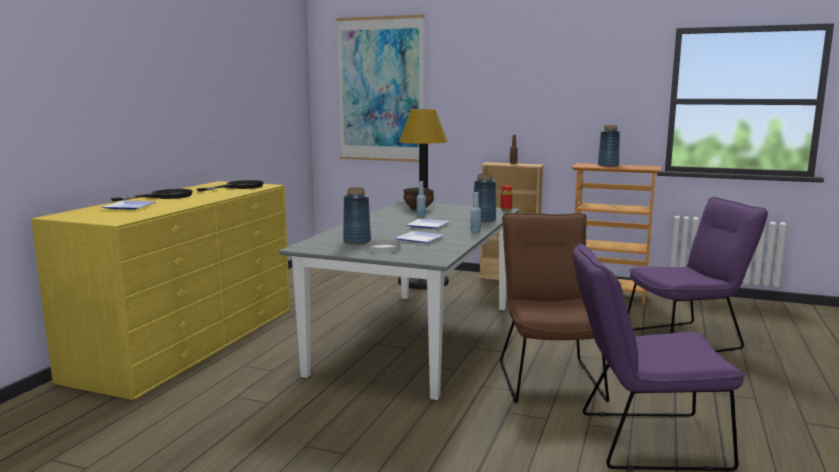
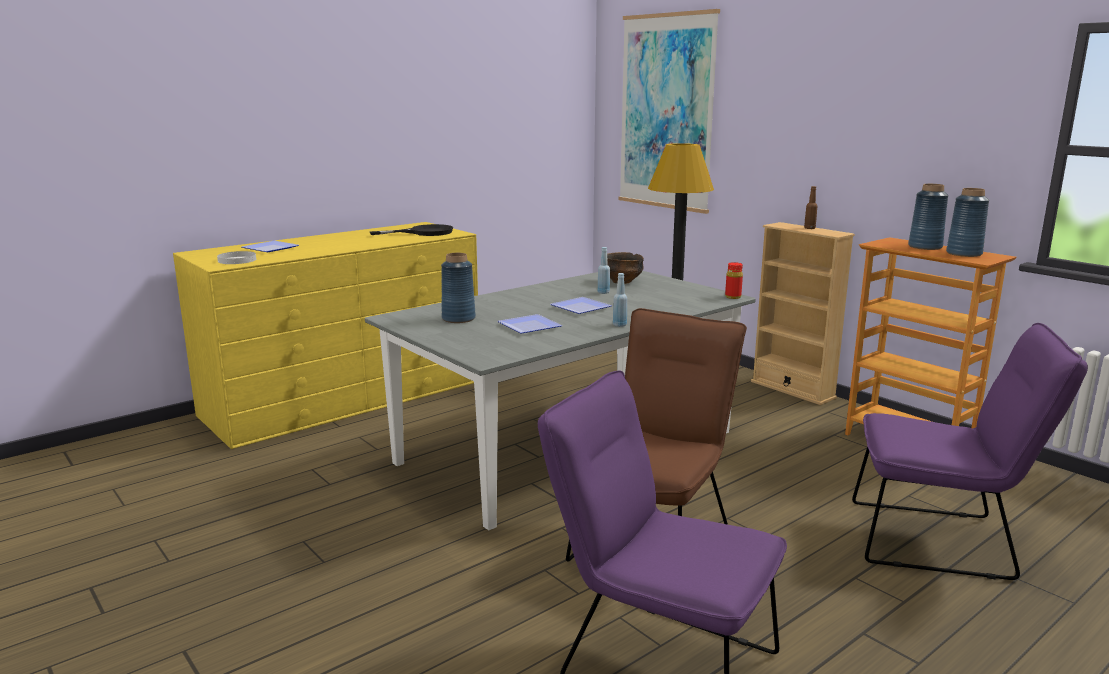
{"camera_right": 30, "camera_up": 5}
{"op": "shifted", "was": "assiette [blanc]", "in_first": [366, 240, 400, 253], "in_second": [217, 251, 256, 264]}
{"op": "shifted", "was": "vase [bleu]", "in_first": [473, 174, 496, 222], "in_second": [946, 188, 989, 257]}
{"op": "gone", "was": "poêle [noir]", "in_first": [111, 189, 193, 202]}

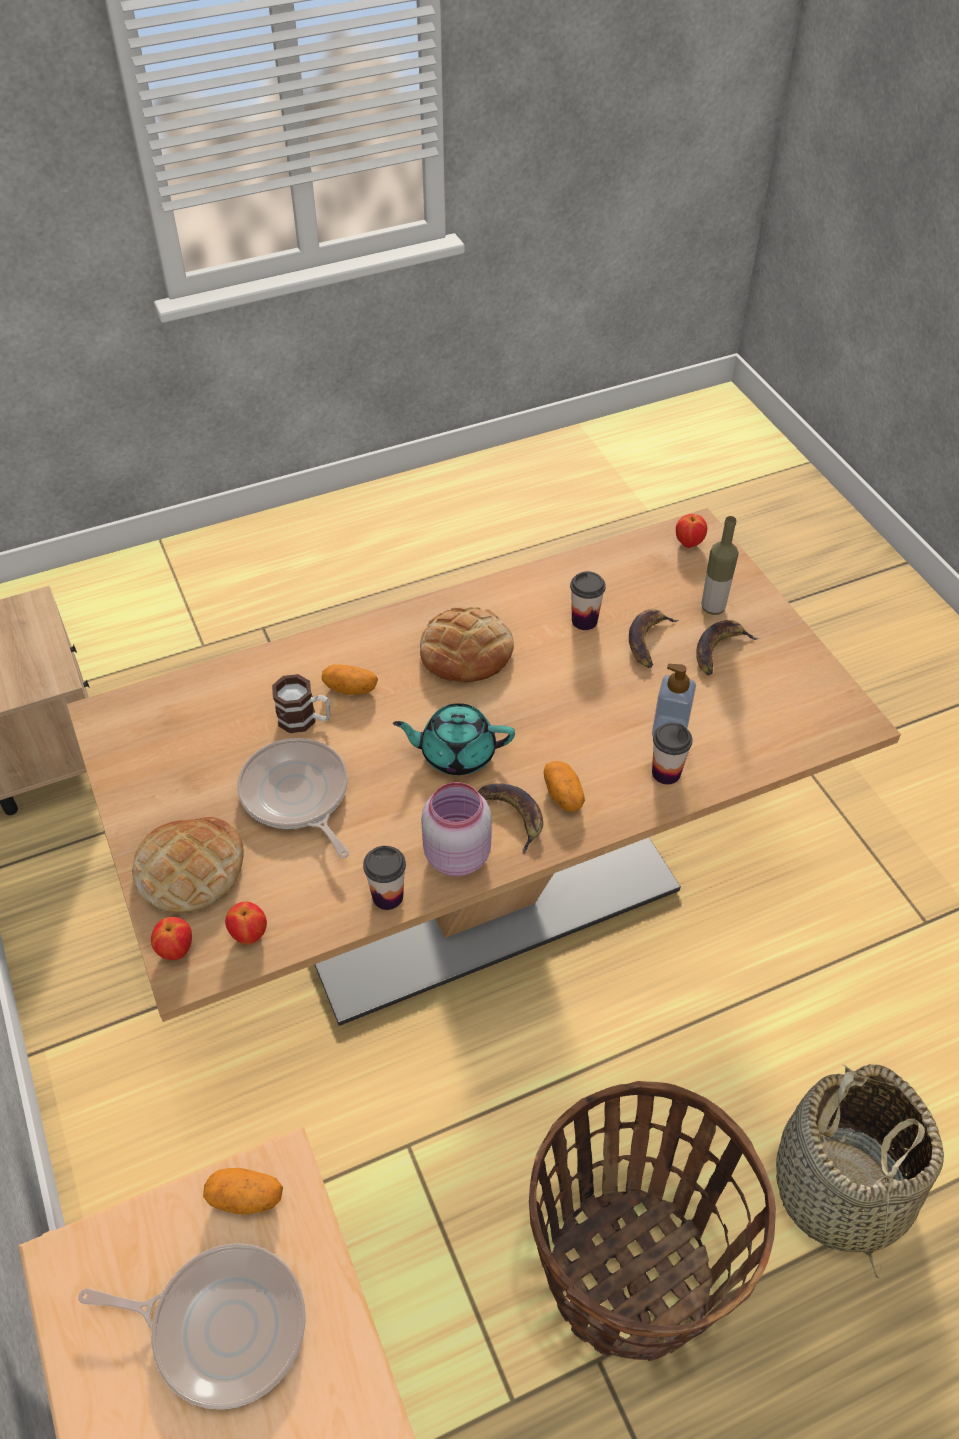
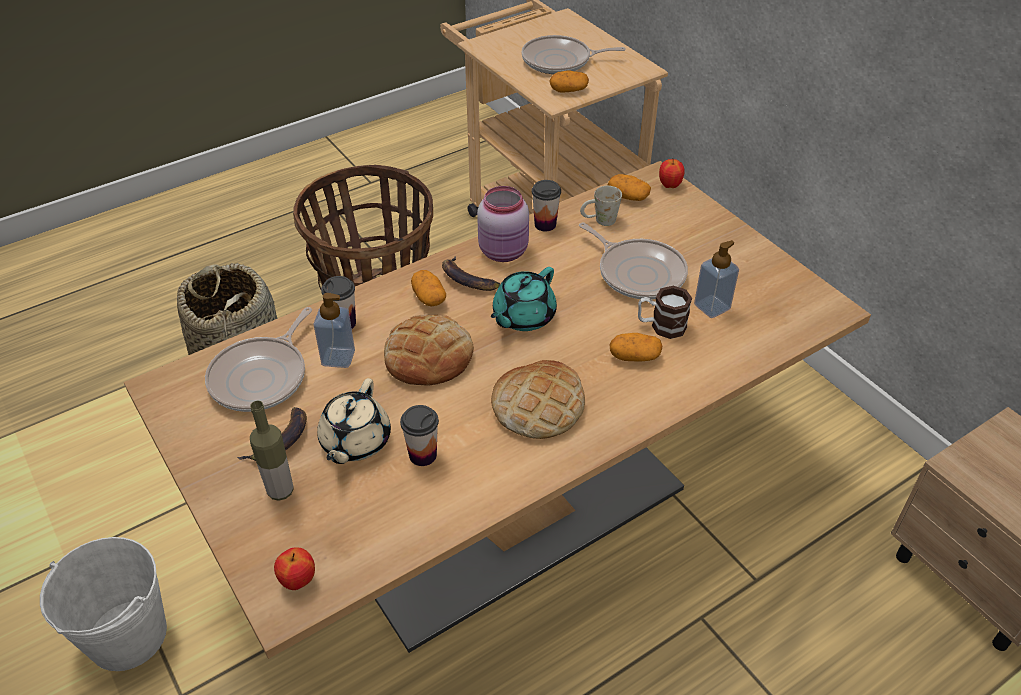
{"camera_right": 170, "camera_up": -5}
{"op": "new", "now": "seau [blanc]", "in_second": [40, 537, 167, 671]}
{"op": "new", "now": "poêle", "in_second": [205, 307, 312, 412]}
{"op": "swapped", "was": "banane", "now": "théière [beige]", "in_first": [629, 609, 678, 668], "in_second": [317, 378, 391, 464]}
{"op": "shifted", "was": "pain", "in_first": [132, 817, 244, 913], "in_second": [384, 314, 474, 386]}
{"op": "rotated", "was": "théière [turquoise]", "in_first": [393, 703, 515, 775], "in_second": [491, 267, 557, 331], "clockwise": 135}
{"op": "new", "now": "mug [blanc]", "in_second": [580, 186, 622, 226]}
{"op": "swapped", "was": "pomme", "now": "pomme de terre", "in_first": [225, 902, 267, 945], "in_second": [607, 174, 651, 201]}
{"op": "new", "now": "distributeur de savon", "in_second": [694, 240, 739, 318]}

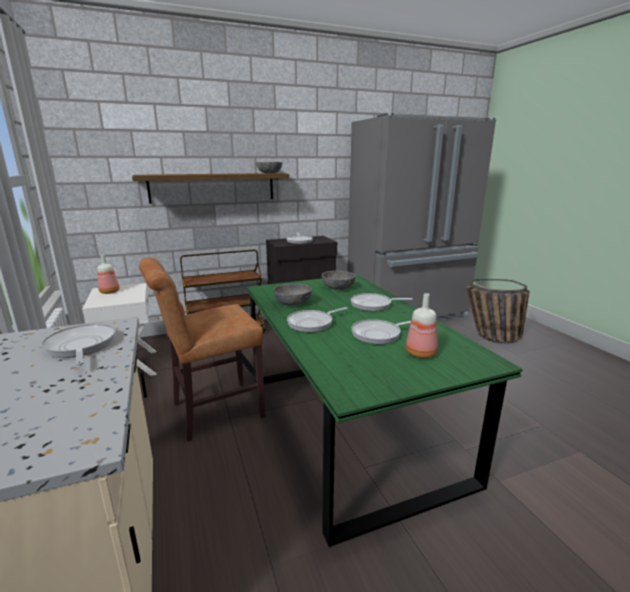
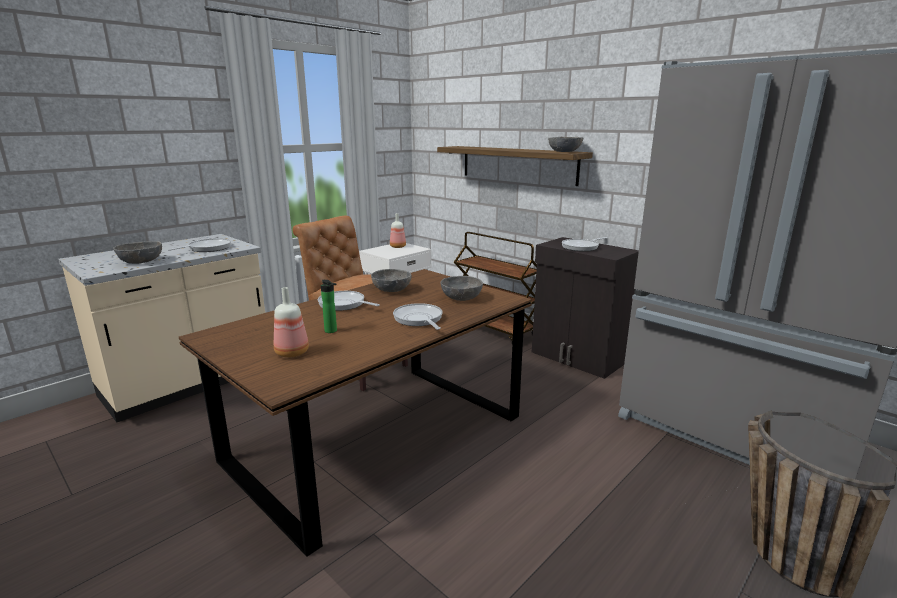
{"camera_right": 65, "camera_up": 0}
{"op": "new", "now": "bol [gris]", "in_second": [113, 241, 162, 264]}
{"op": "repainted", "was": "table à manger [vert]", "now": "table à manger [marron]", "in_first": [248, 274, 523, 547], "in_second": [179, 269, 532, 557]}
{"op": "swapped", "was": "poêle", "now": "bouteille", "in_first": [351, 319, 411, 344], "in_second": [321, 280, 337, 333]}

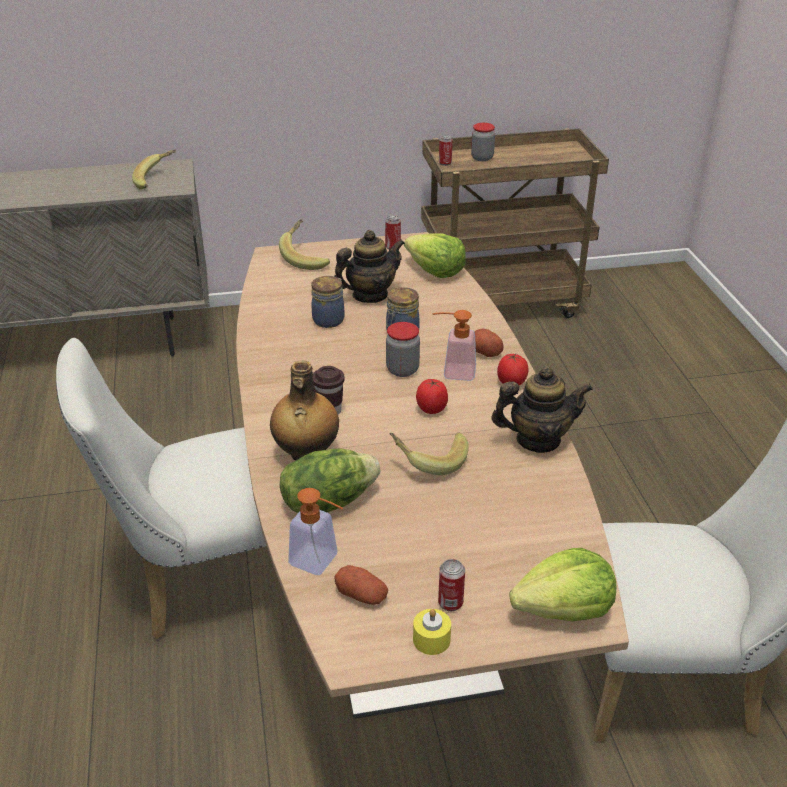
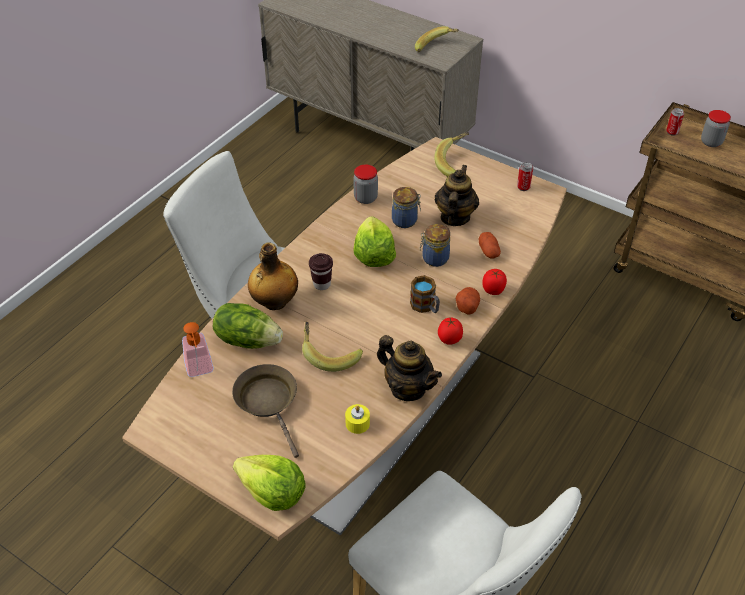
{"camera_right": 45, "camera_up": 10}
{"op": "new", "now": "poêle [marron]", "in_second": [232, 364, 299, 458]}
{"op": "shifted", "was": "bougie [jaune]", "in_first": [413, 609, 451, 655], "in_second": [345, 404, 370, 434]}
{"op": "shifted", "was": "bocal", "in_first": [386, 322, 420, 377], "in_second": [353, 164, 378, 204]}
{"op": "shifted", "was": "laitue", "in_first": [404, 233, 466, 278], "in_second": [353, 216, 396, 267]}
{"op": "swapped", "was": "distributeur de savon", "now": "mug", "in_first": [432, 310, 476, 381], "in_second": [410, 275, 440, 313]}
{"op": "rotated", "was": "théière", "in_first": [334, 230, 405, 303], "in_second": [435, 165, 479, 226], "clockwise": -90}
{"op": "shifted", "was": "pomme de terre", "in_first": [335, 565, 388, 605], "in_second": [479, 232, 501, 259]}
{"op": "shifted", "was": "tomate", "in_first": [416, 379, 448, 414], "in_second": [482, 269, 507, 295]}
{"op": "gone", "was": "boîte métallique", "in_first": [438, 559, 465, 611]}

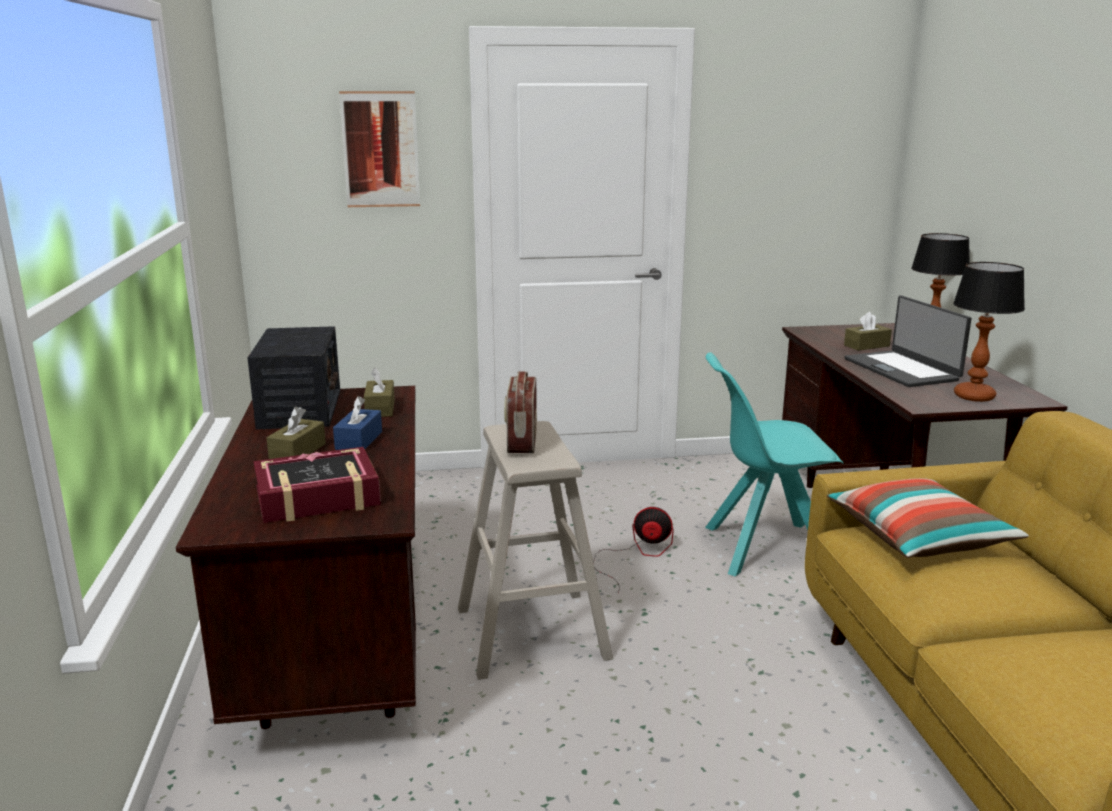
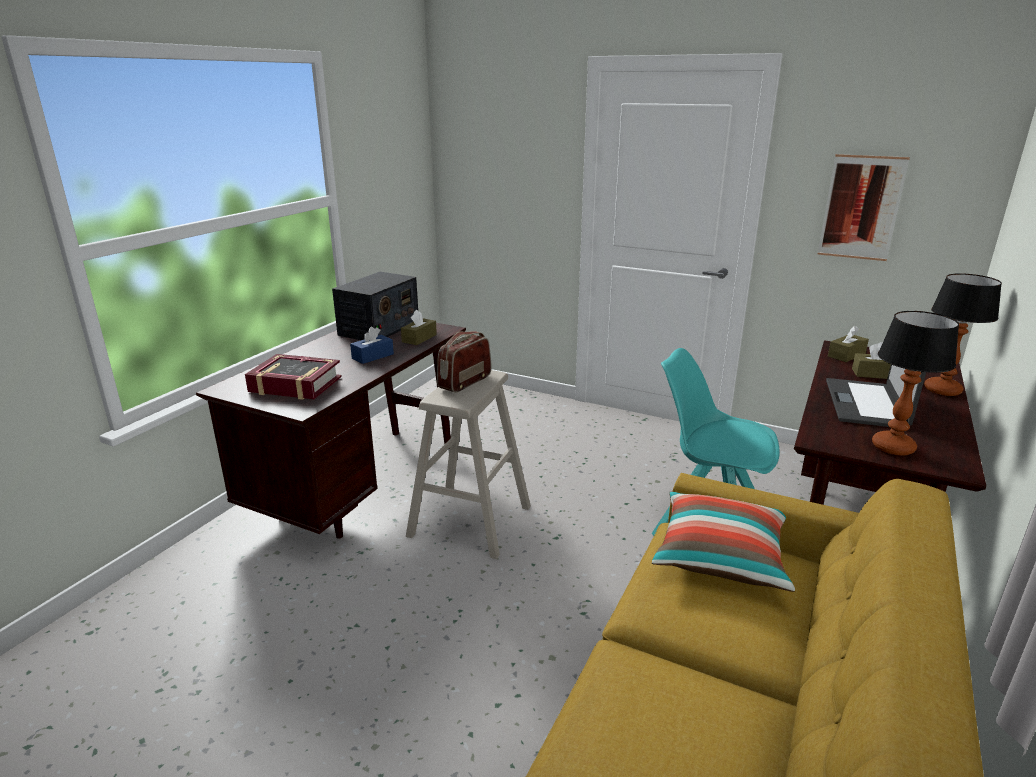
{"camera_right": 35, "camera_up": 5}
{"op": "shifted", "was": "tableau", "in_first": [339, 91, 420, 207], "in_second": [818, 154, 910, 261]}
{"op": "shifted", "was": "boîte à mouchoirs [marron]", "in_first": [266, 407, 326, 459], "in_second": [828, 326, 869, 362]}
{"op": "gone", "was": "ventilateur", "in_first": [593, 507, 674, 593]}

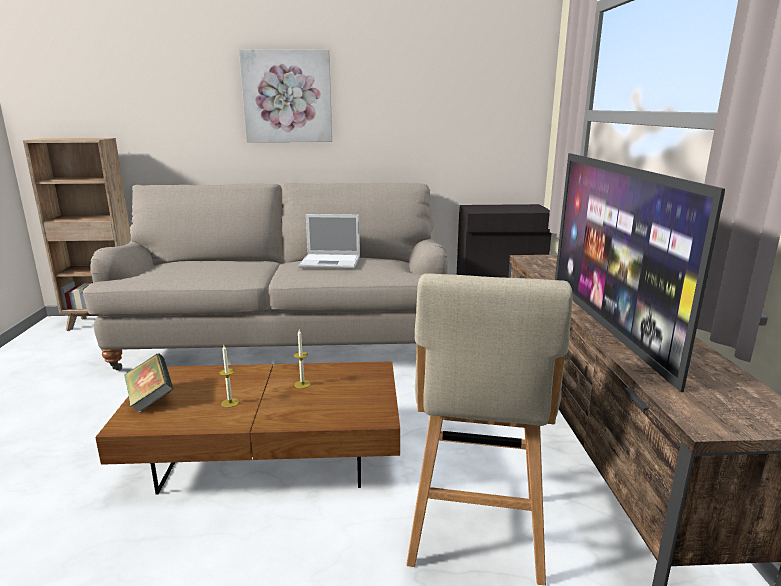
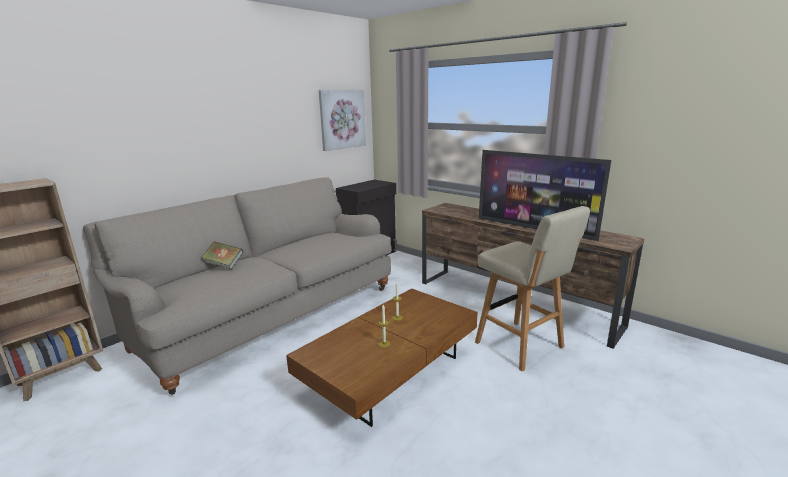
{"camera_right": -45, "camera_up": 0}
{"op": "shifted", "was": "livre", "in_first": [125, 353, 174, 413], "in_second": [201, 241, 243, 270]}
{"op": "shifted", "was": "tableau", "in_first": [239, 49, 332, 142], "in_second": [319, 90, 366, 151]}
{"op": "gone", "was": "ordinateur portable", "in_first": [298, 214, 360, 269]}

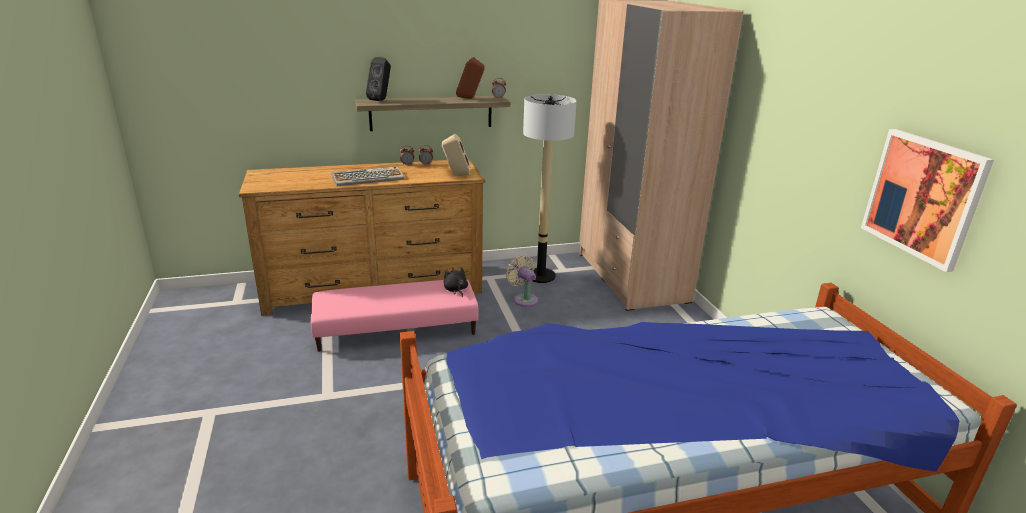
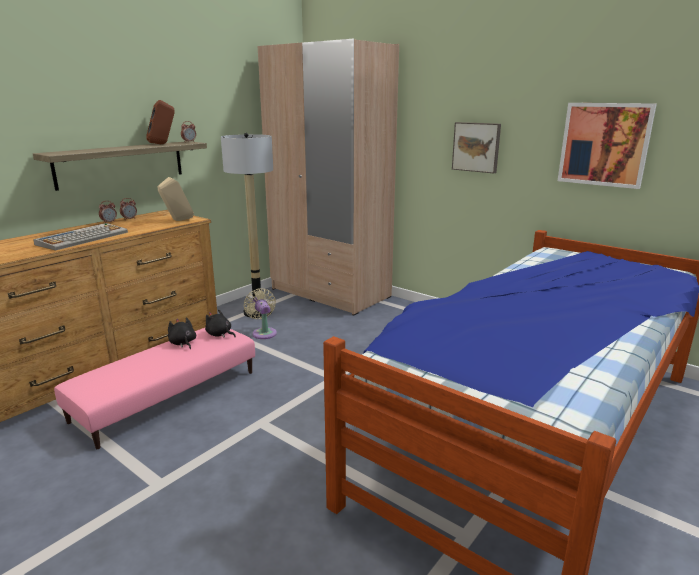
{"camera_right": -35, "camera_up": -5}
{"op": "new", "now": "peluche [noir]", "in_second": [168, 317, 196, 349]}
{"op": "rotated", "was": "ventilateur [beige]", "in_first": [506, 255, 538, 307], "in_second": [244, 288, 277, 339], "clockwise": 45}
{"op": "new", "now": "tableau", "in_second": [452, 122, 501, 173]}
{"op": "gone", "was": "enceinte [noir]", "in_first": [366, 57, 391, 101]}

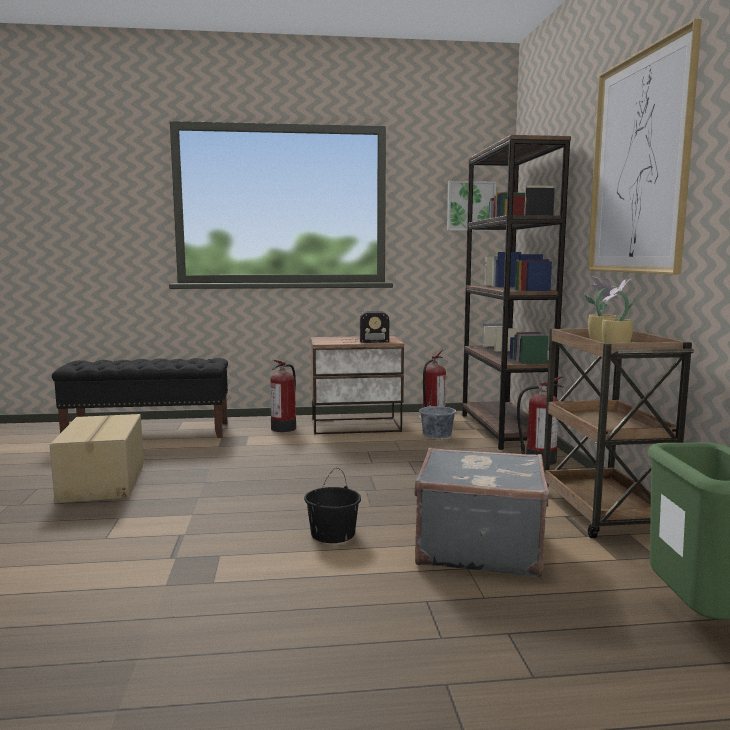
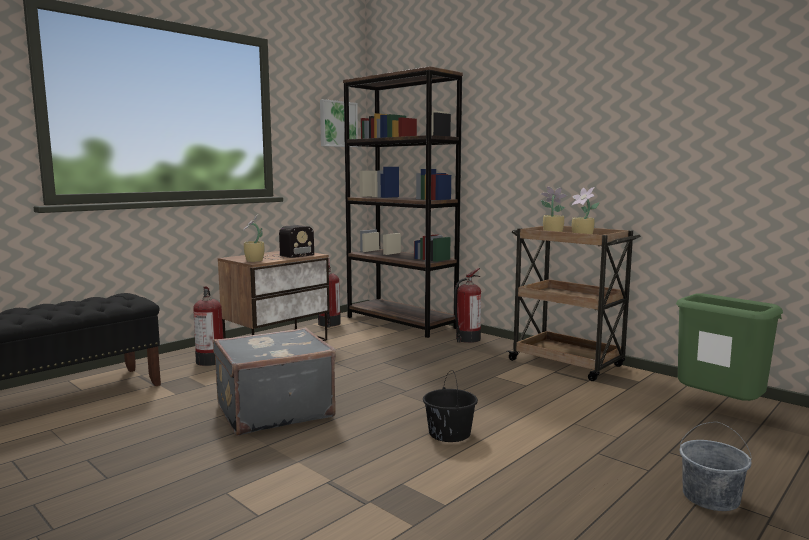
{"camera_right": -40, "camera_up": 0}
{"op": "shifted", "was": "valise [gris]", "in_first": [414, 448, 549, 577], "in_second": [213, 327, 336, 436]}
{"op": "new", "now": "plante en pot", "in_second": [243, 214, 264, 262]}
{"op": "shifted", "was": "seau [gris]", "in_first": [419, 391, 456, 438], "in_second": [680, 422, 752, 511]}
{"op": "gone", "was": "carton", "in_first": [50, 414, 144, 503]}
{"op": "gone", "was": "tableau", "in_first": [588, 19, 702, 275]}

